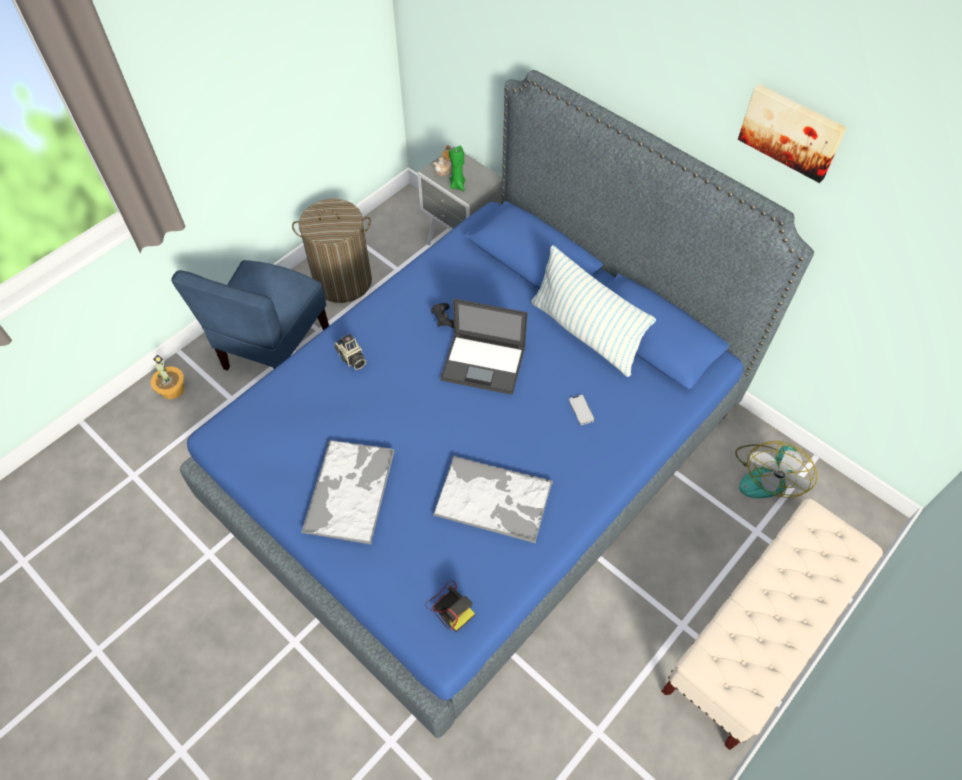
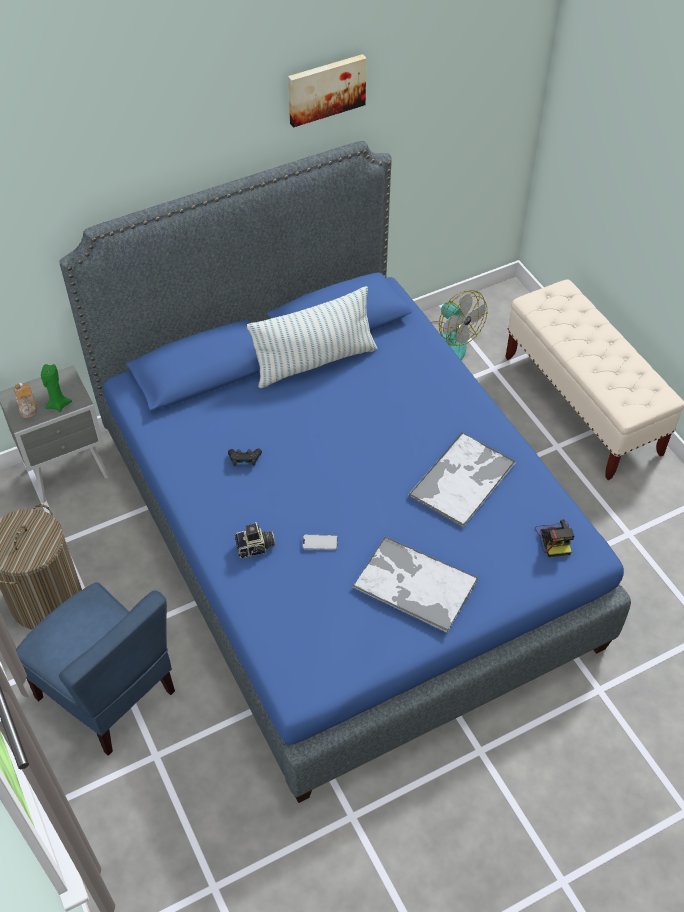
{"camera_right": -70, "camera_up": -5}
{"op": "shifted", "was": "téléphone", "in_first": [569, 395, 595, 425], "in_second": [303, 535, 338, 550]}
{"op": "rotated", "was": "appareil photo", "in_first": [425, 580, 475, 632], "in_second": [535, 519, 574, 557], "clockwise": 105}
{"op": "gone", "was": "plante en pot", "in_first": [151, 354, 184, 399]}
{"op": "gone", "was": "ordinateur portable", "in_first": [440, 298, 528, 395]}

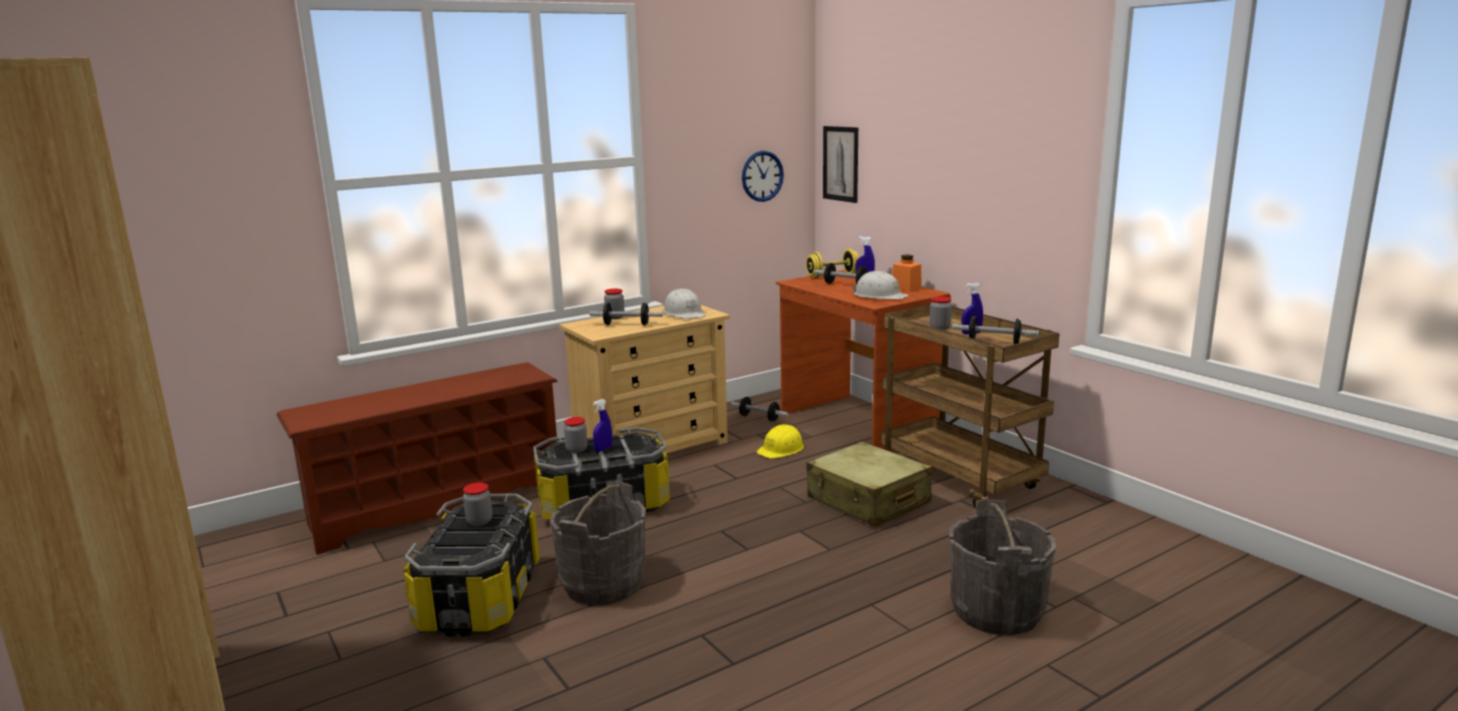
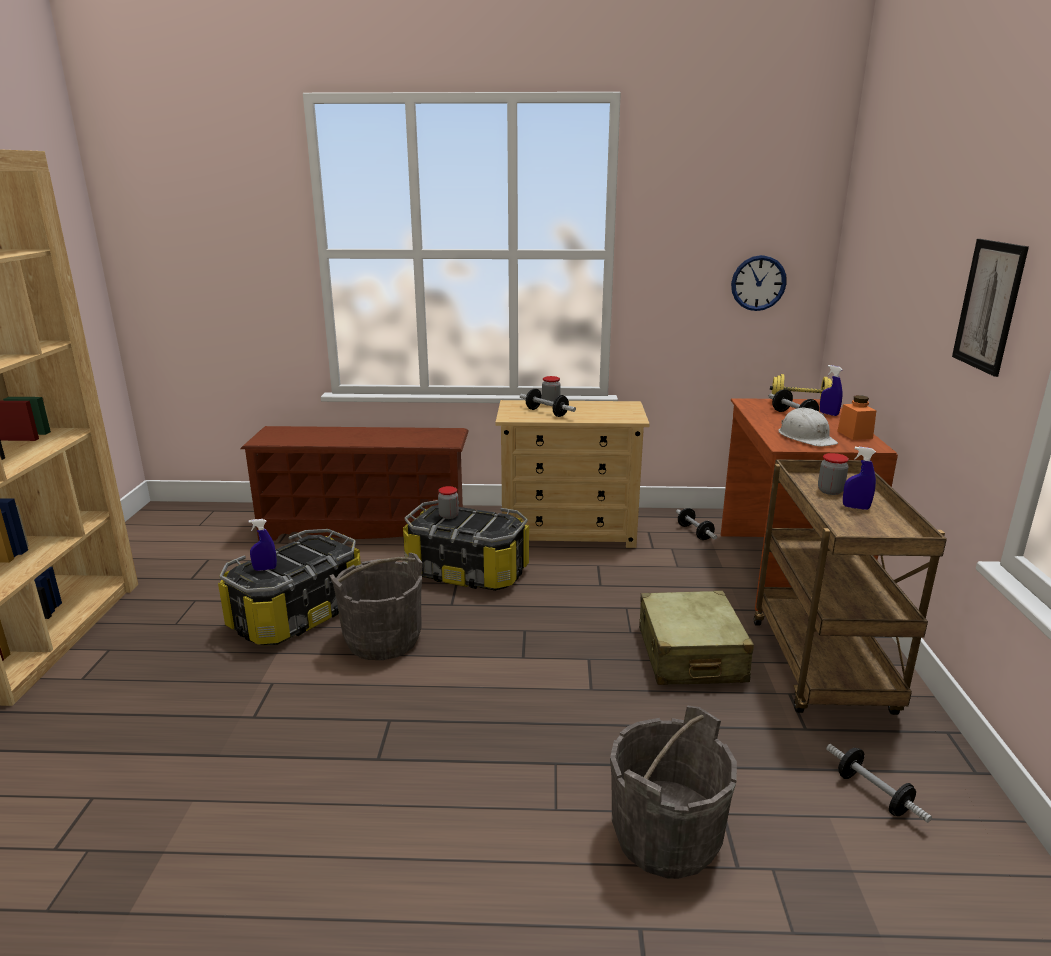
{"camera_right": 35, "camera_up": 5}
{"op": "shifted", "was": "vaporisateur [bleu]", "in_first": [593, 399, 612, 452], "in_second": [248, 519, 277, 571]}
{"op": "shifted", "was": "haltère", "in_first": [952, 316, 1039, 344], "in_second": [826, 744, 932, 823]}
{"op": "shifted", "was": "tableau", "in_first": [823, 126, 858, 203], "in_second": [952, 239, 1029, 377]}
{"op": "gone", "was": "bocal", "in_first": [463, 482, 492, 526]}
{"op": "gone", "was": "casque de chantier [blanc]", "in_first": [663, 288, 706, 319]}
{"op": "gone", "was": "casque de chantier [jaune]", "in_first": [757, 424, 804, 458]}

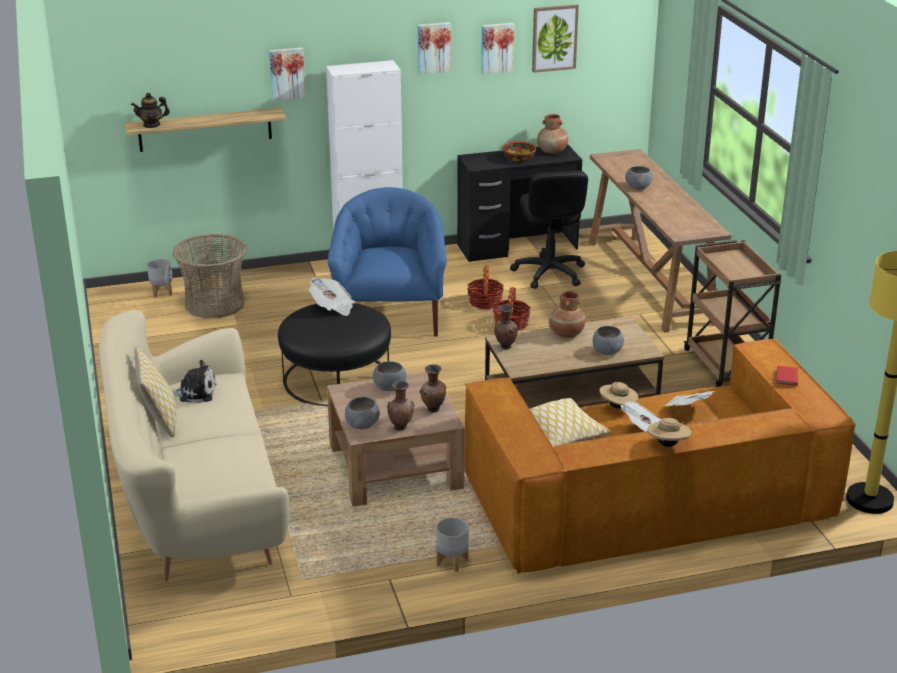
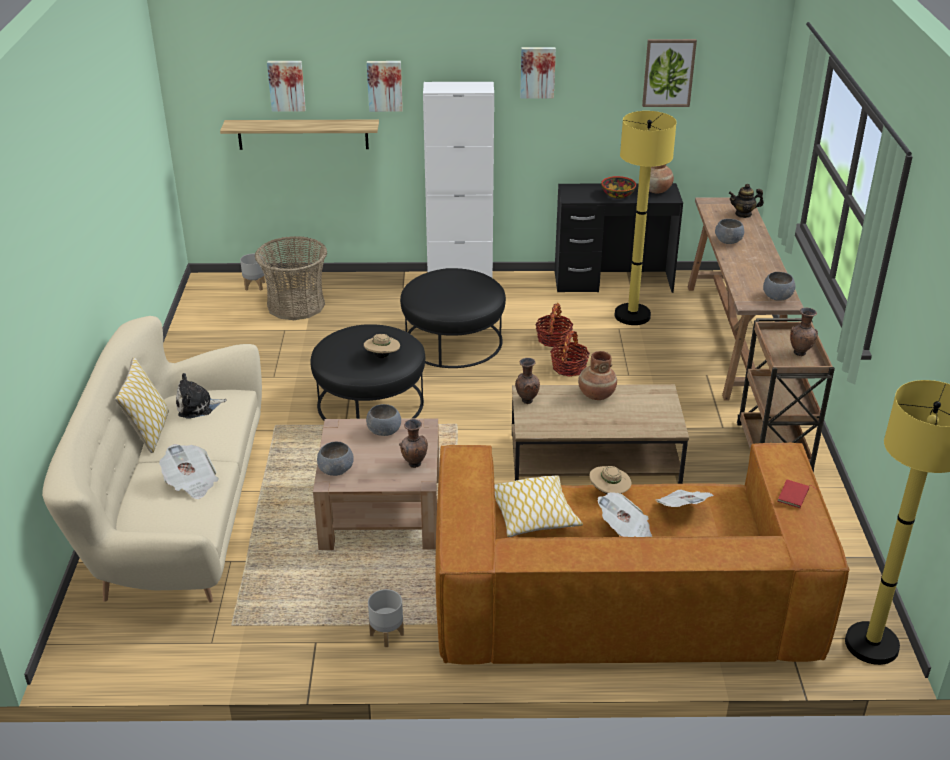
{"camera_right": 15, "camera_up": 5}
{"op": "shifted", "was": "journal", "in_first": [309, 278, 355, 316], "in_second": [159, 444, 219, 499]}
{"op": "rotated", "was": "peluche", "in_first": [173, 360, 216, 403], "in_second": [176, 373, 227, 419], "clockwise": 150}
{"op": "shifted", "was": "tableau", "in_first": [481, 23, 514, 74], "in_second": [267, 61, 306, 112]}
{"op": "shifted", "was": "chapeau [beige]", "in_first": [648, 418, 691, 447], "in_second": [364, 334, 400, 358]}
{"op": "swapped", "was": "fauteuil [bleu]", "now": "pouf [noir]", "in_first": [327, 187, 447, 337], "in_second": [400, 268, 506, 368]}
{"op": "swapped", "was": "chaise de bureau [noir]", "now": "lampadaire [jaune]", "in_first": [510, 170, 588, 289], "in_second": [614, 111, 677, 325]}
{"op": "shifted", "was": "théière", "in_first": [131, 93, 170, 128], "in_second": [728, 184, 764, 218]}
{"op": "shifted", "was": "bol [gris]", "in_first": [593, 326, 624, 355], "in_second": [763, 272, 795, 301]}
{"op": "shifted", "was": "vase [marron]", "in_first": [387, 381, 414, 431], "in_second": [790, 307, 818, 357]}

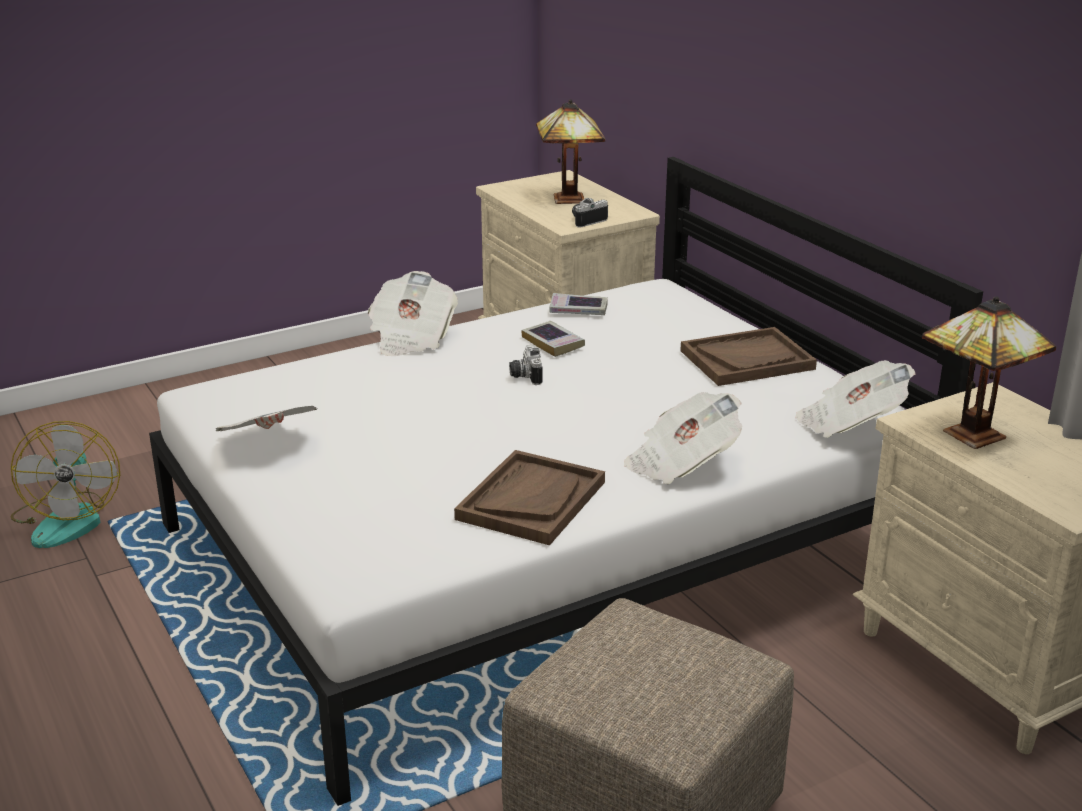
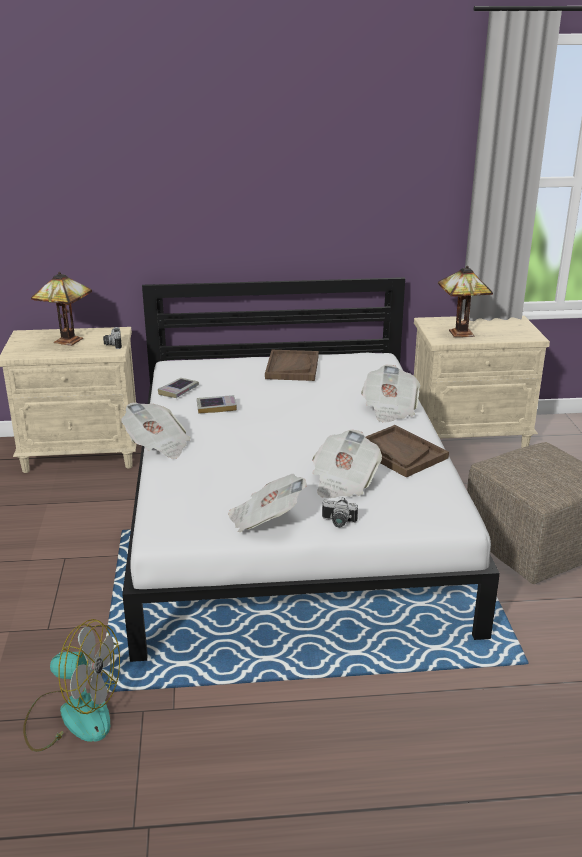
{"camera_right": -65, "camera_up": 0}
{"op": "shifted", "was": "journal", "in_first": [795, 360, 916, 438], "in_second": [313, 430, 382, 498]}
{"op": "shifted", "was": "appareil photo", "in_first": [509, 345, 543, 385], "in_second": [322, 498, 358, 527]}

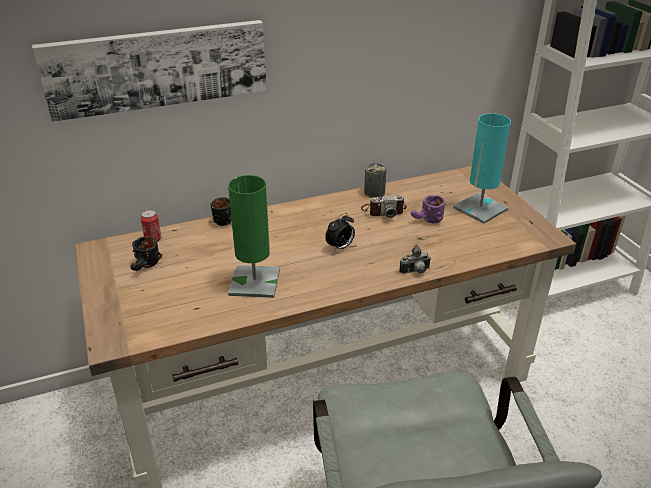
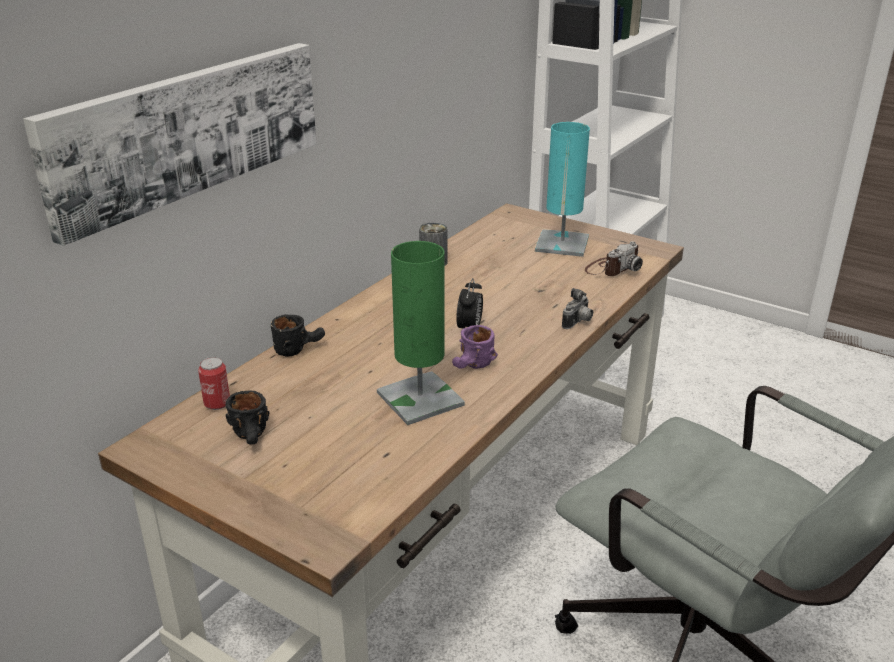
{"camera_right": -35, "camera_up": -5}
{"op": "shifted", "was": "mug [violet]", "in_first": [411, 195, 446, 223], "in_second": [452, 325, 498, 369]}
{"op": "shifted", "was": "appareil photo", "in_first": [361, 195, 407, 218], "in_second": [585, 241, 643, 276]}

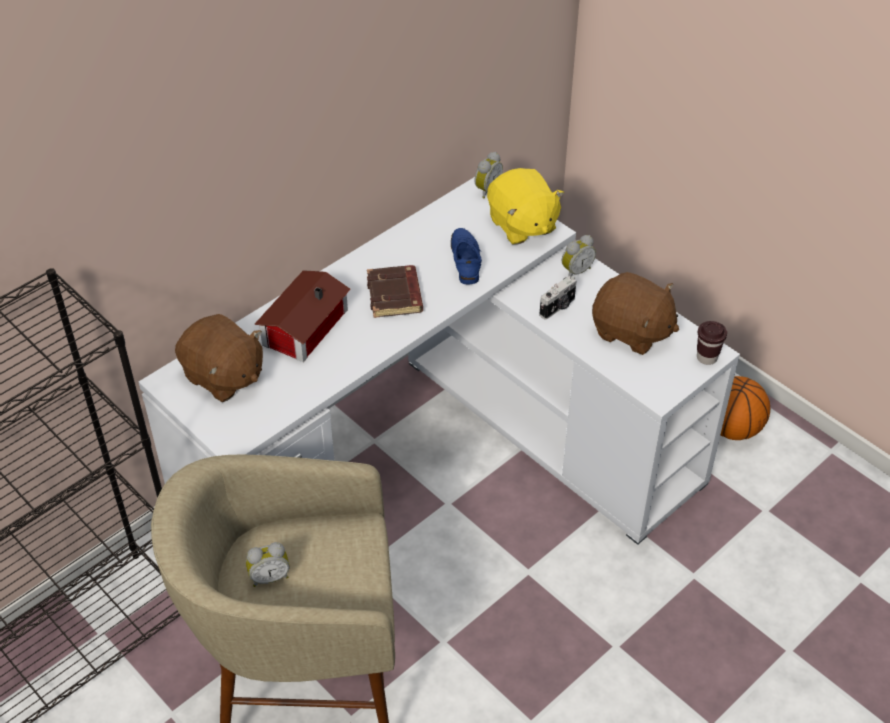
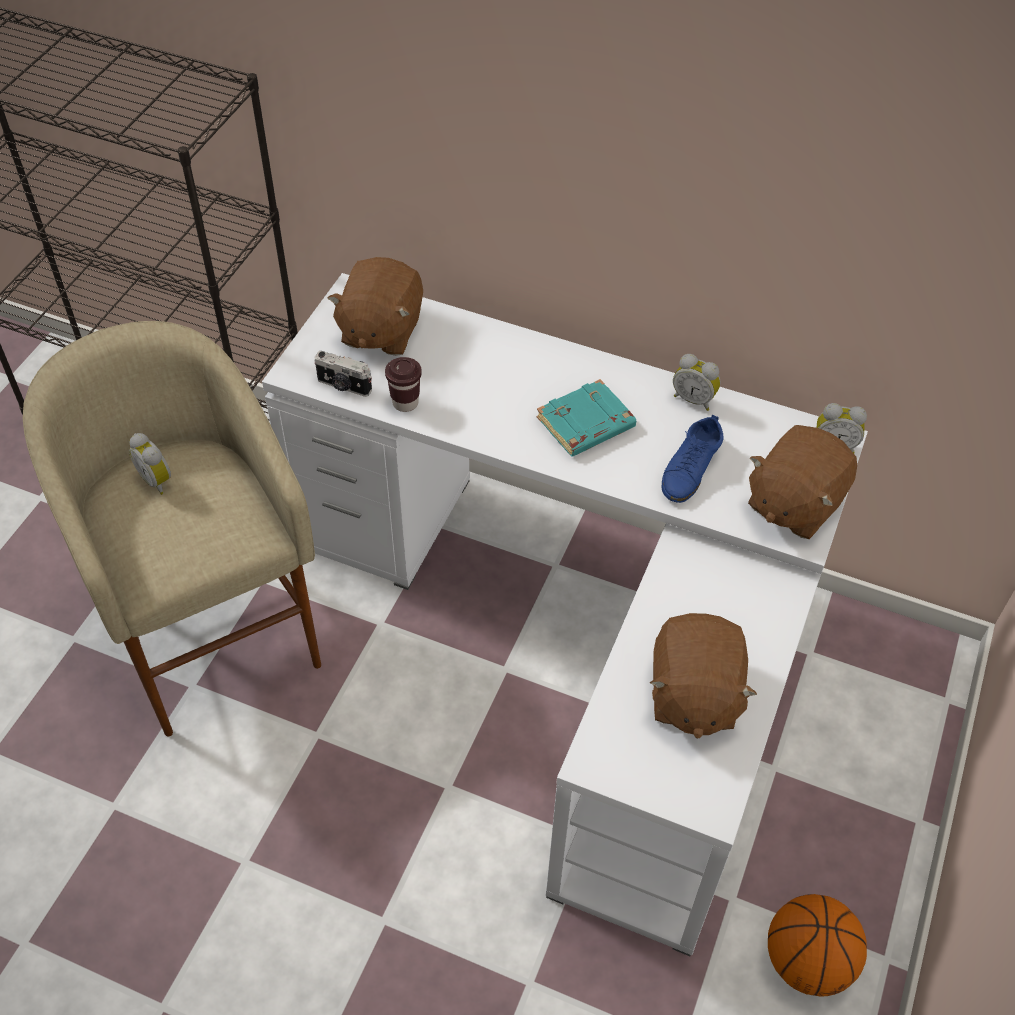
{"camera_right": 65, "camera_up": 5}
{"op": "shifted", "was": "appareil photo", "in_first": [539, 276, 576, 320], "in_second": [314, 351, 372, 397]}
{"op": "shifted", "was": "tasse [marron]", "in_first": [697, 321, 727, 365], "in_second": [385, 357, 422, 412]}
{"op": "repainted", "was": "livre [marron]", "now": "livre [turquoise]", "in_first": [367, 265, 423, 318], "in_second": [537, 379, 636, 457]}
{"op": "rotated", "was": "chaussure [bleu]", "in_first": [451, 228, 482, 284], "in_second": [662, 415, 724, 503], "clockwise": 150}
{"op": "shifted", "was": "réveil", "in_first": [562, 235, 596, 277], "in_second": [673, 354, 720, 411]}
{"op": "repainted", "was": "peluche [jaune]", "now": "peluche [marron]", "in_first": [487, 168, 564, 245], "in_second": [748, 425, 857, 539]}
{"op": "gone", "was": "maison miniature", "in_first": [255, 270, 350, 362]}

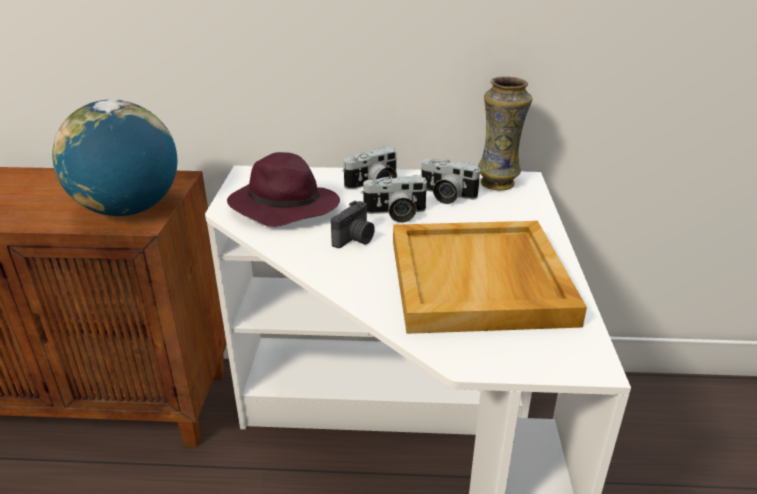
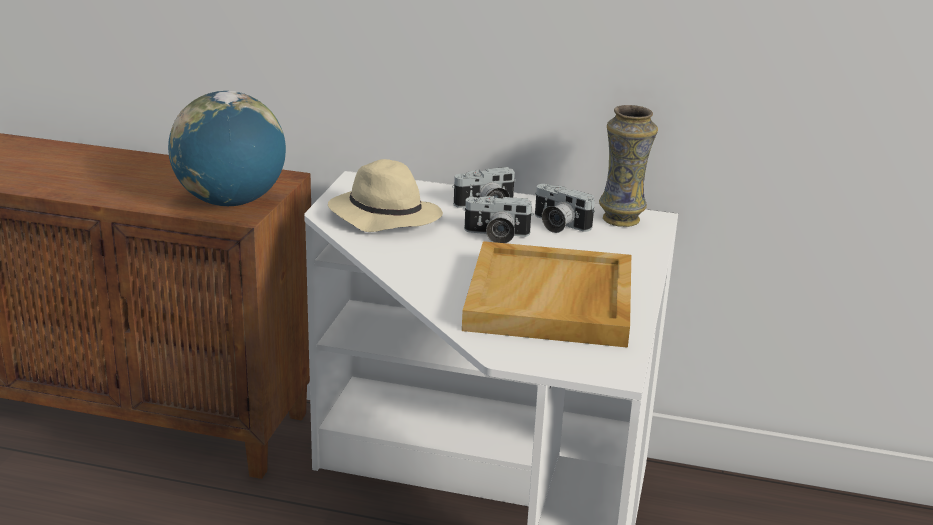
{"camera_right": 10, "camera_up": -5}
{"op": "repainted", "was": "chapeau [violet]", "now": "chapeau [beige]", "in_first": [227, 152, 340, 227], "in_second": [328, 159, 443, 232]}
{"op": "gone", "was": "appareil photo", "in_first": [331, 201, 375, 248]}

